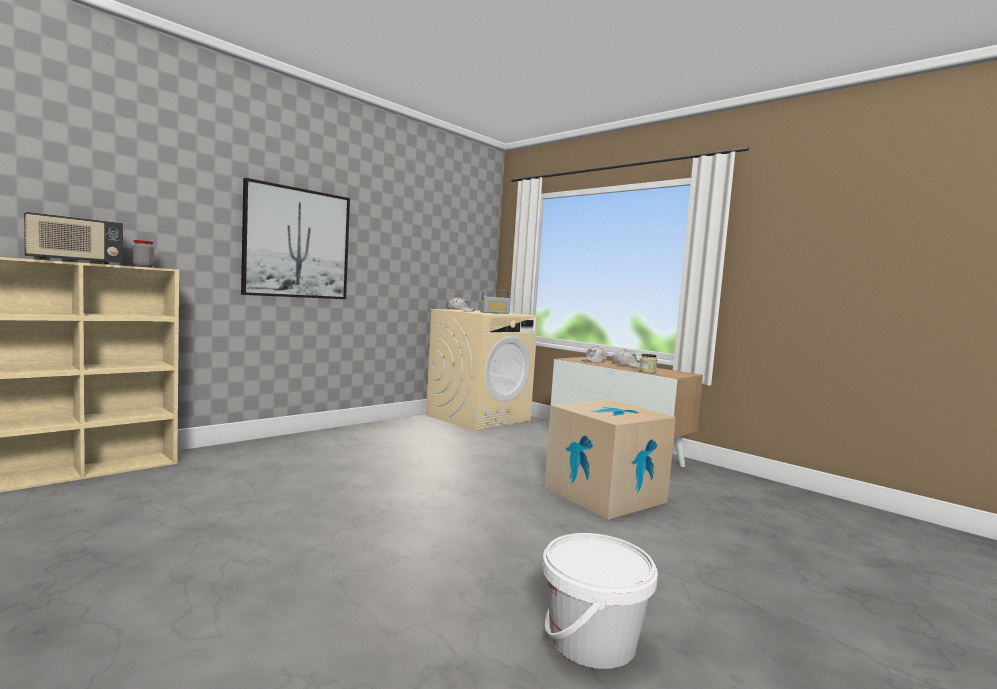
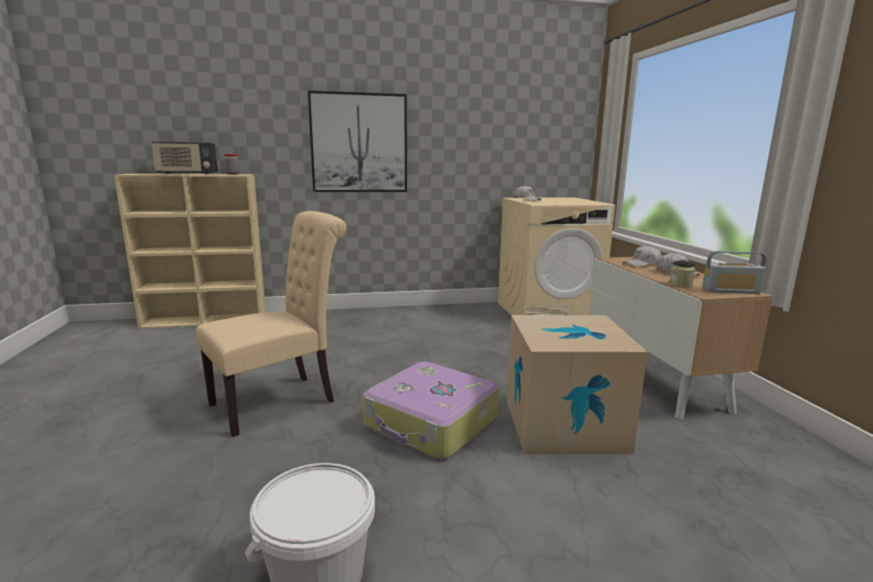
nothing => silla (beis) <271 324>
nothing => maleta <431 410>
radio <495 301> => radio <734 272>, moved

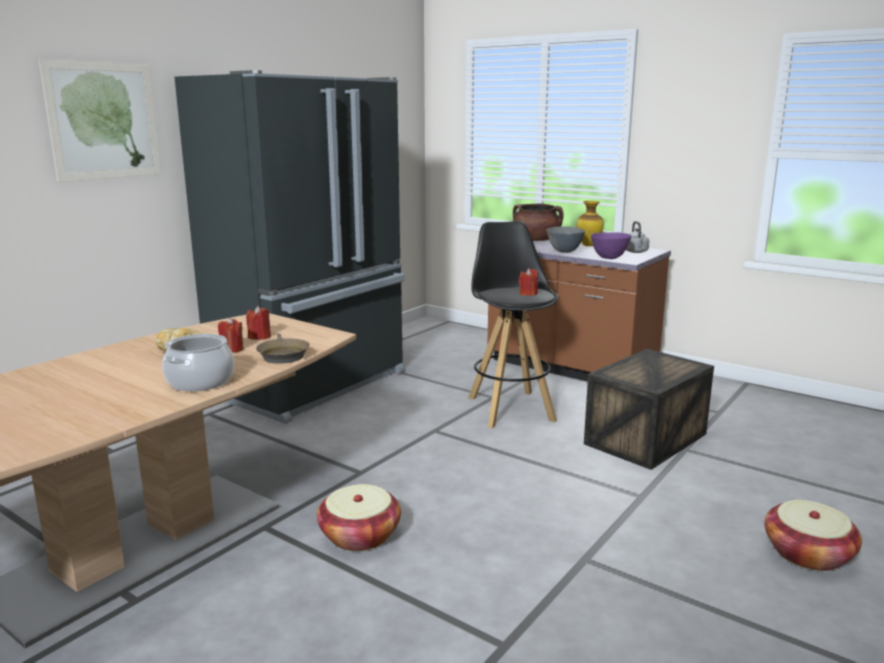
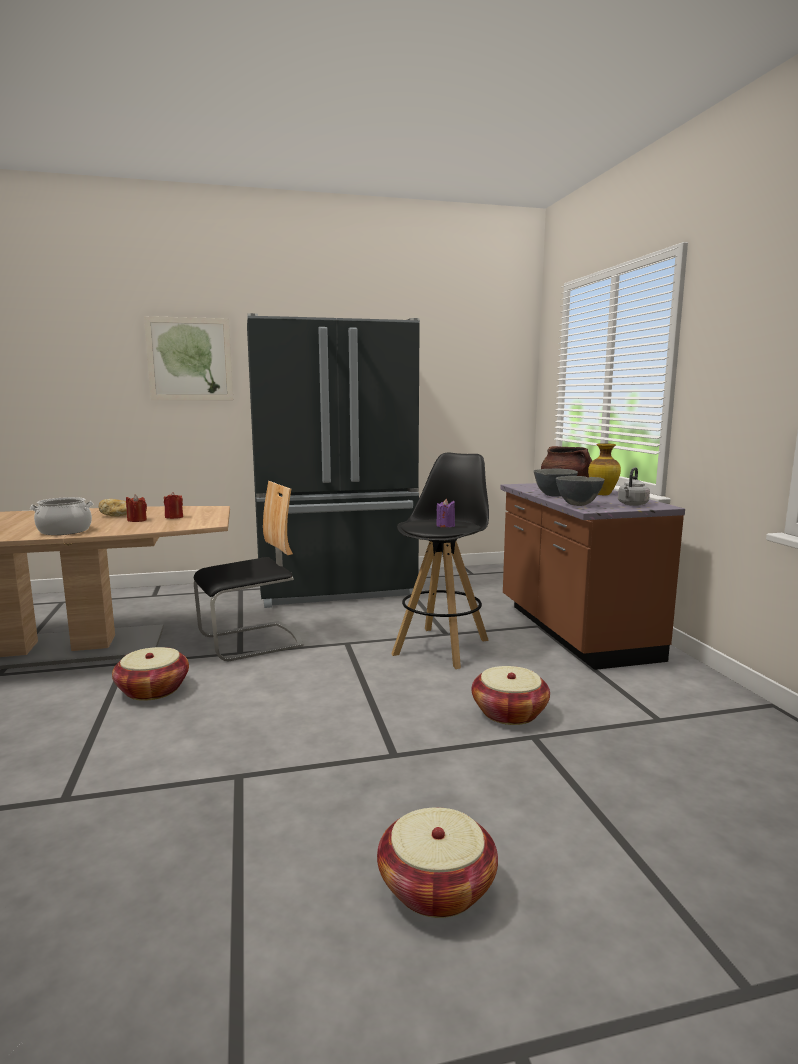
sartén (marrón) <283 348> => nothing
nothing => silla <248 571>
caja de embalaje <649 409> => cesta <511 695>
vela (rojo) <528 282> => vela (morado) <445 513>
cuenco (morado) <611 246> => cuenco (gris) <580 491>

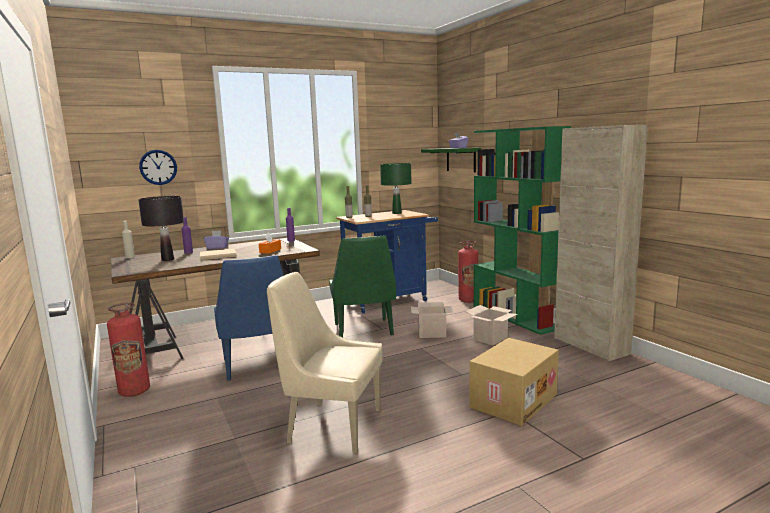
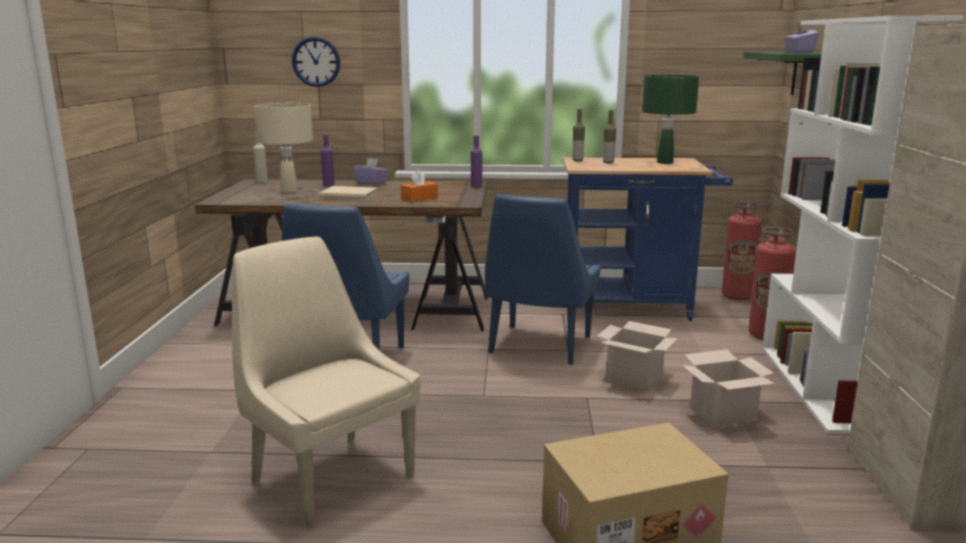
extintor <128 349> => extintor <741 251>, moved
lámpara de mesa (negro) <161 228> => lámpara de mesa (beis) <283 148>
silla (verde) <362 286> => silla (azul) <543 279>
estantería (verde) <522 230> => estantería (blanco) <862 225>

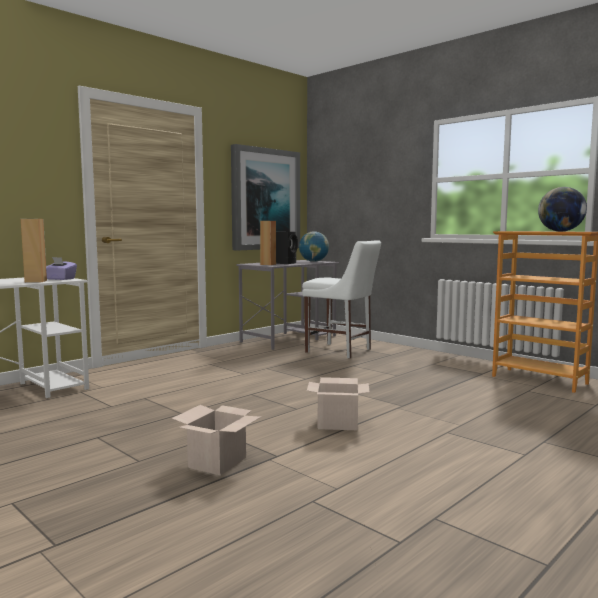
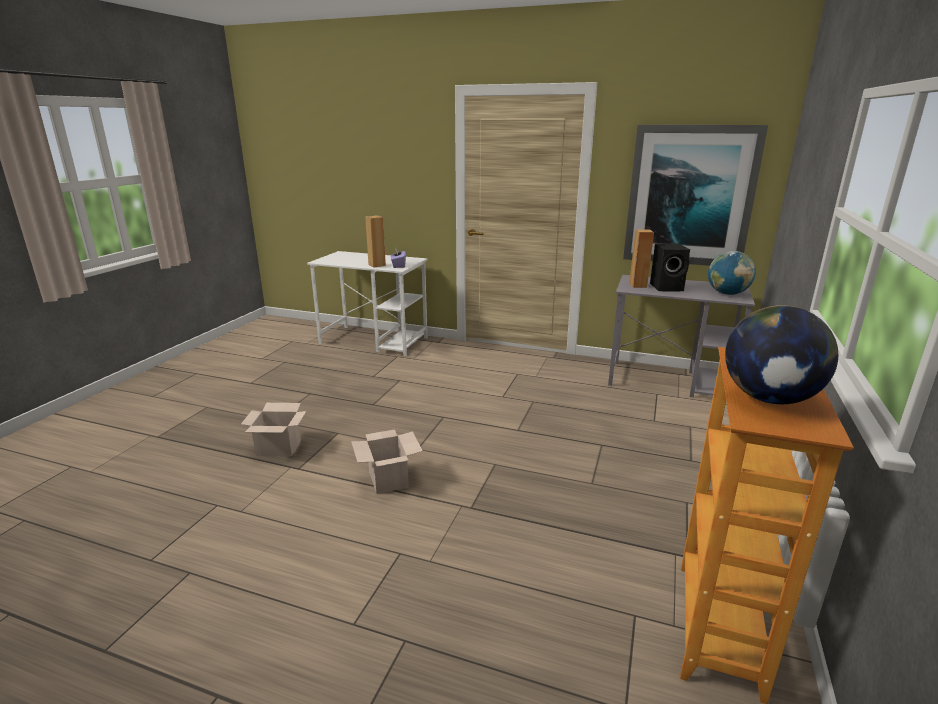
silla (blanco) <341 299> => nothing

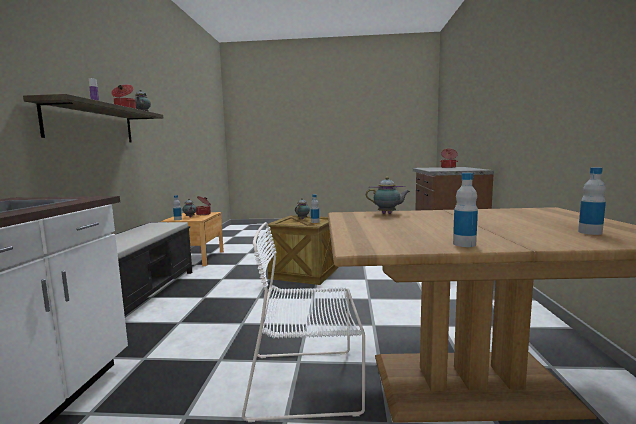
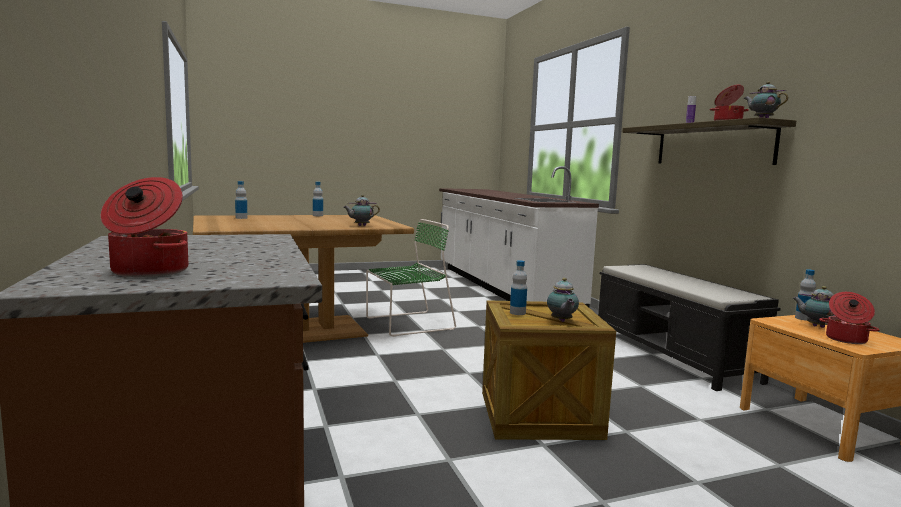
silla (blanco) <303 322> => silla (verde) <411 278>

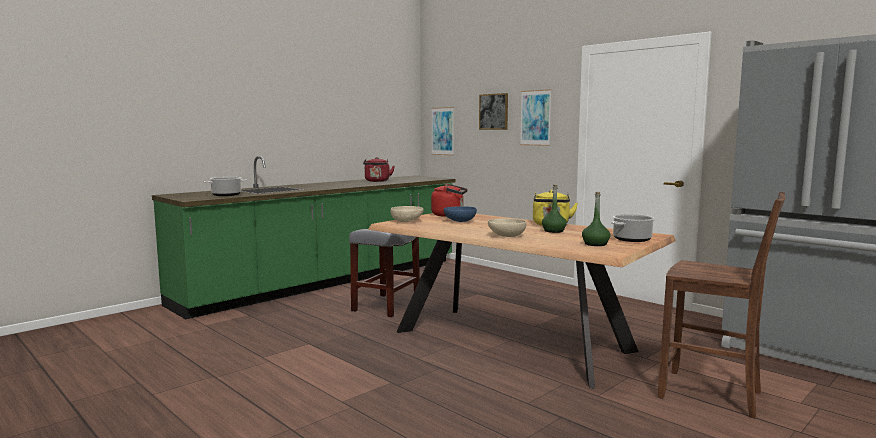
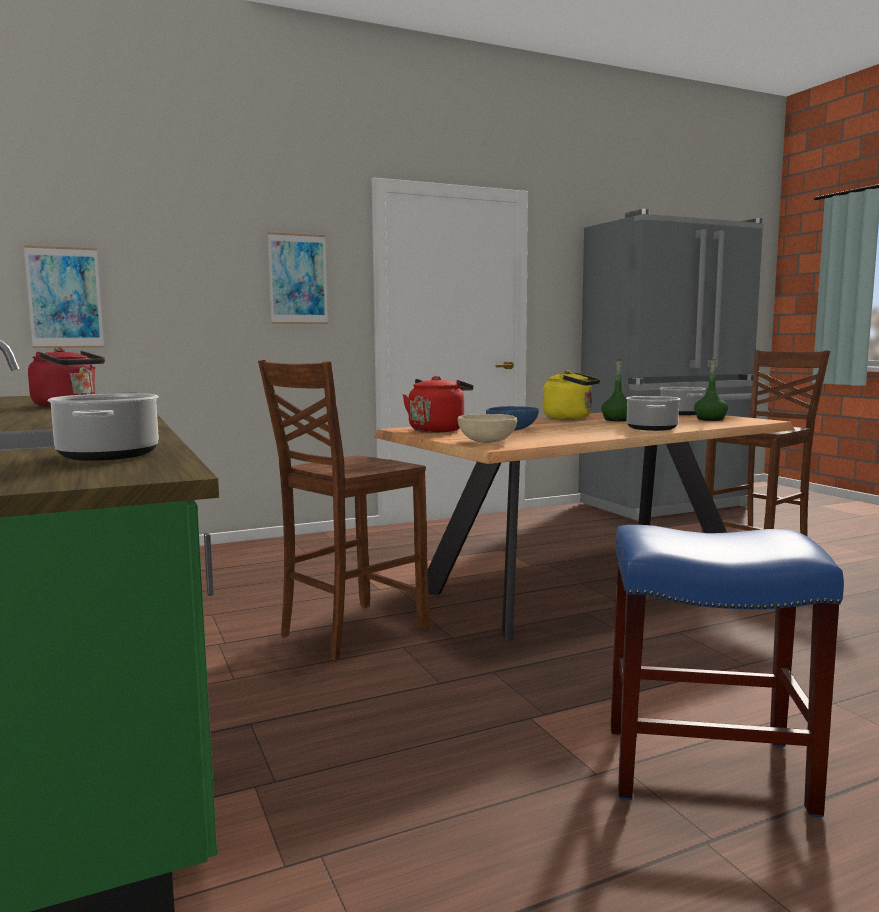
cuadro <493 111> => nothing
nothing => taburete (azul) <727 671>
taburete (gris) <384 273> => silla (marrón) <343 510>
cuenco (beis) <507 227> => olla <653 413>

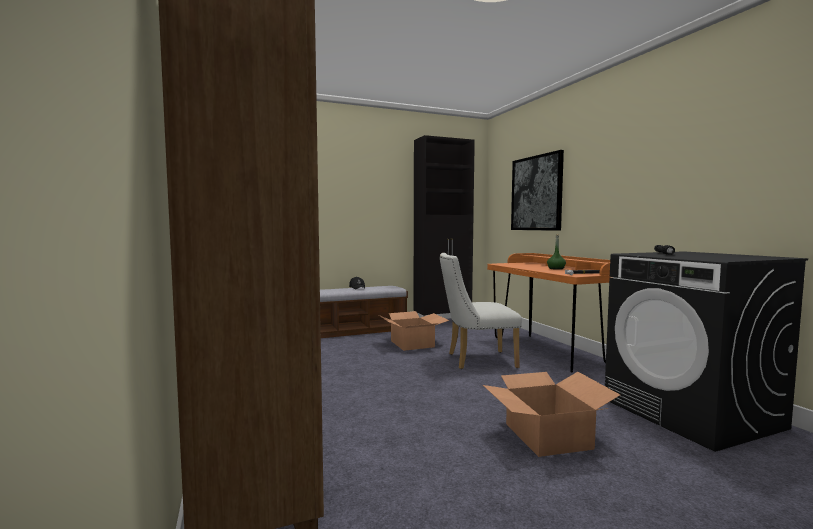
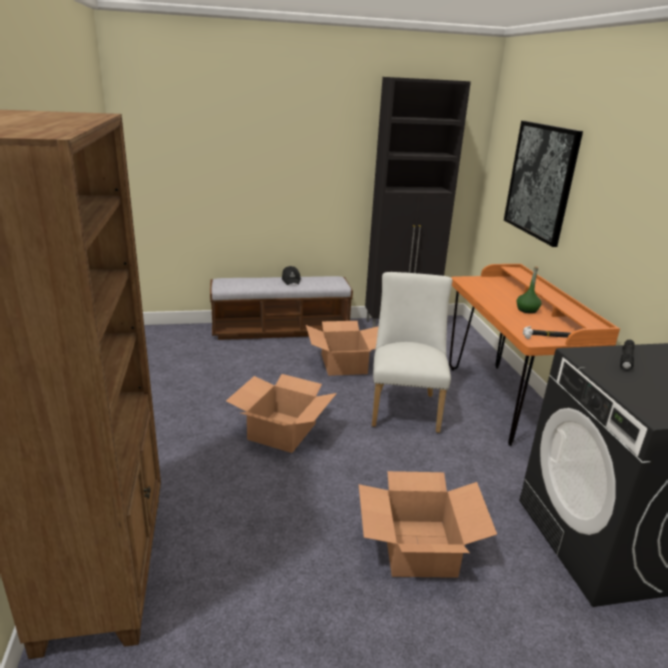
nothing => caja de cartón <281 413>
silla (blanco) <481 311> => silla (blanco) <412 352>, 90 degrees clockwise

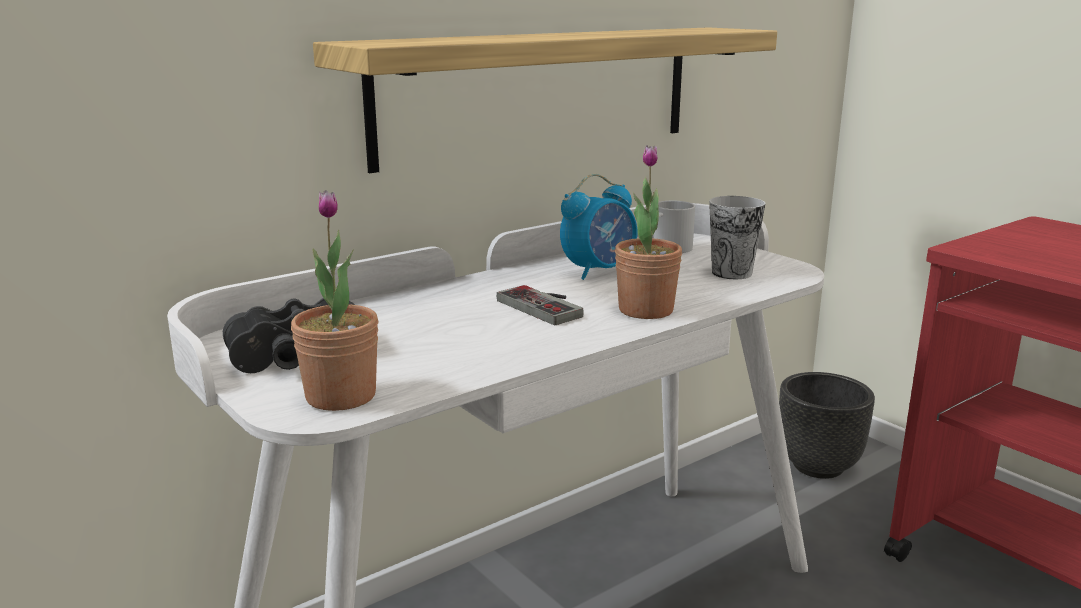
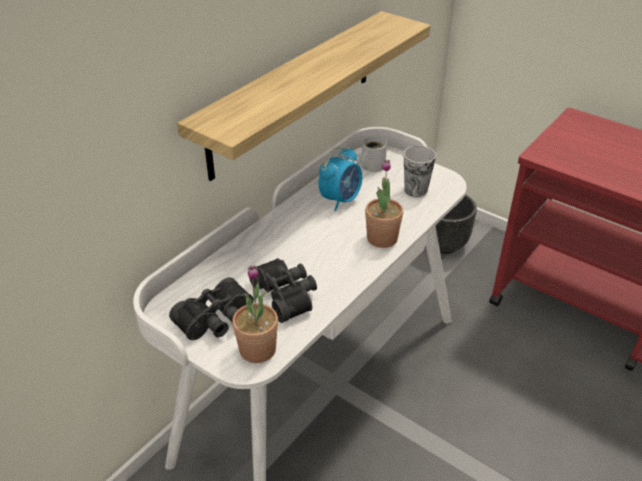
mando de consola <540 305> => nothing
nothing => prismáticos (negro) <283 290>

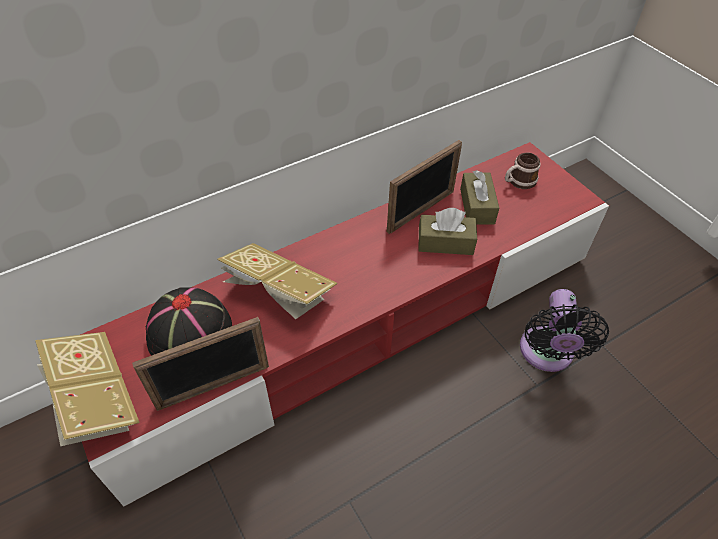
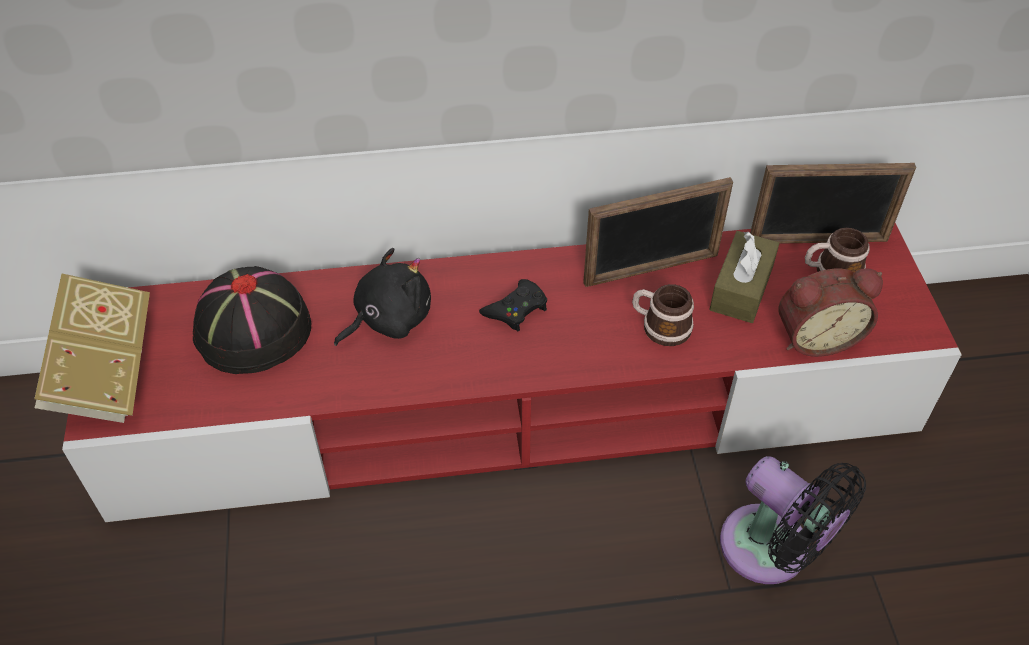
nothing => mando de consola (negro) <513 305>
nothing => despertador <831 312>
portarretratos <200 364> => portarretratos <833 203>, moved
libro <277 281> => peluche (negro) <382 297>
caja de pañuelos (marrón) <447 231> => taza grande <663 315>
ventilador (negro) <564 330> => ventilador (negro) <793 520>, 75 degrees counterclockwise

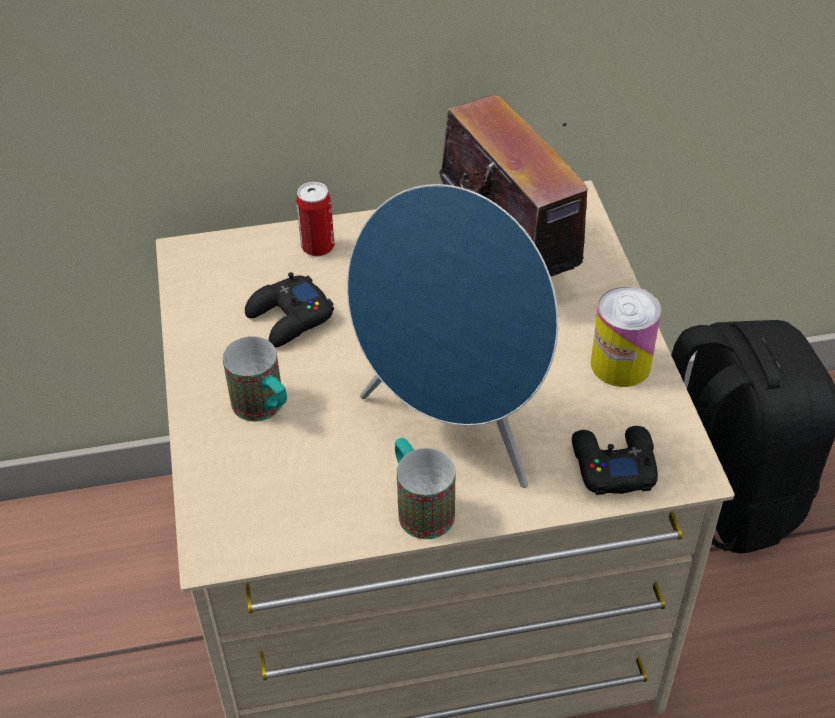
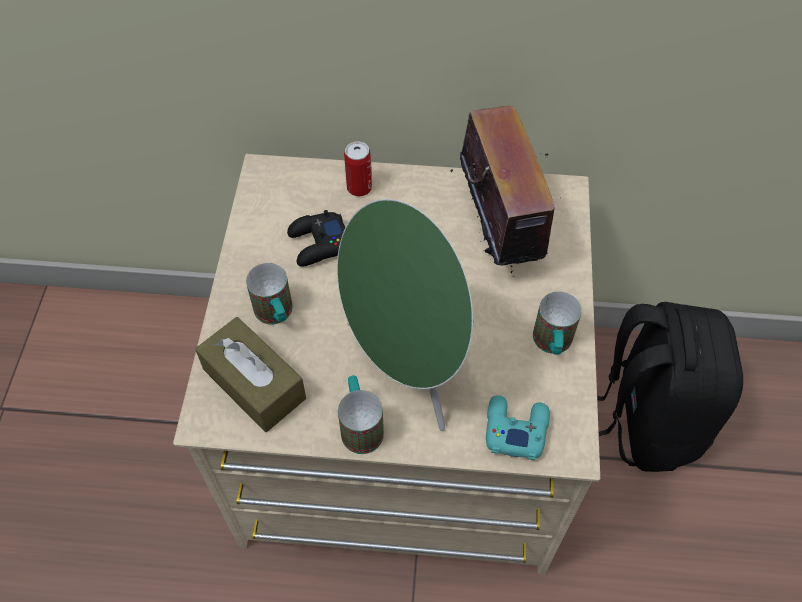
nothing => caja de pañuelos (marrón) <250 374>
lata <626 336> => taza grande <557 323>
altavoz (azul) <452 336> => altavoz (verde) <405 315>
mando de consola (negro) <615 460> => mando de consola (turquesa) <518 427>

